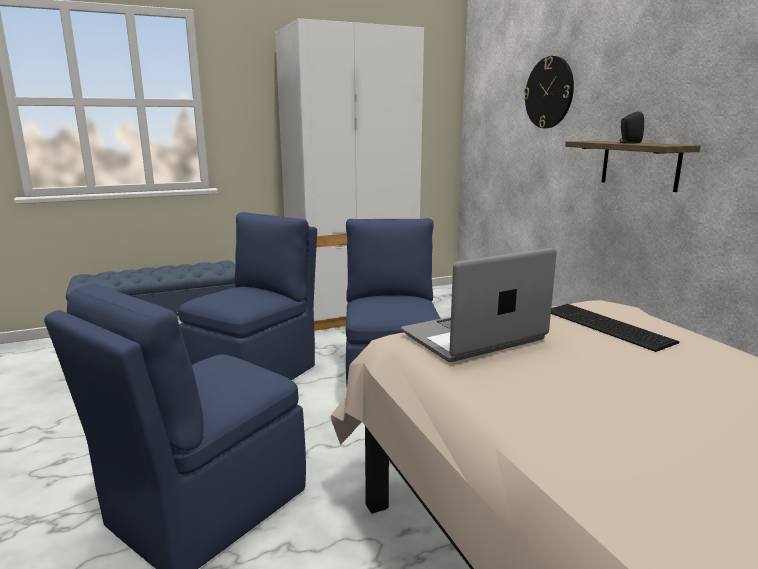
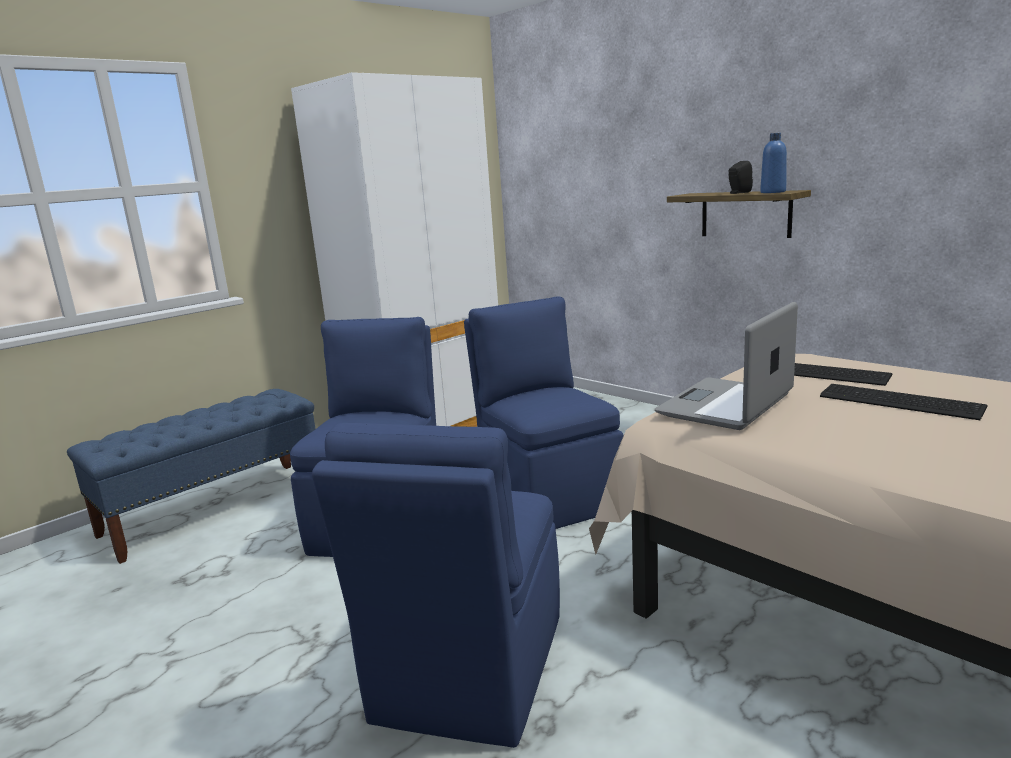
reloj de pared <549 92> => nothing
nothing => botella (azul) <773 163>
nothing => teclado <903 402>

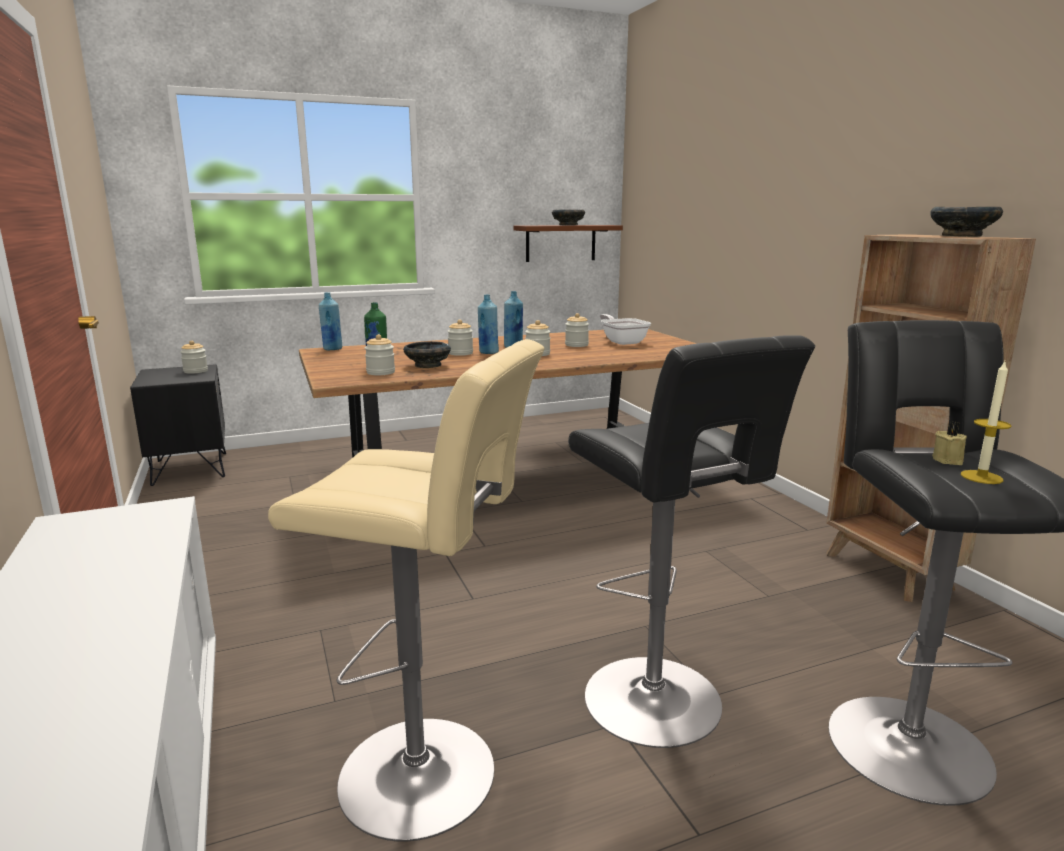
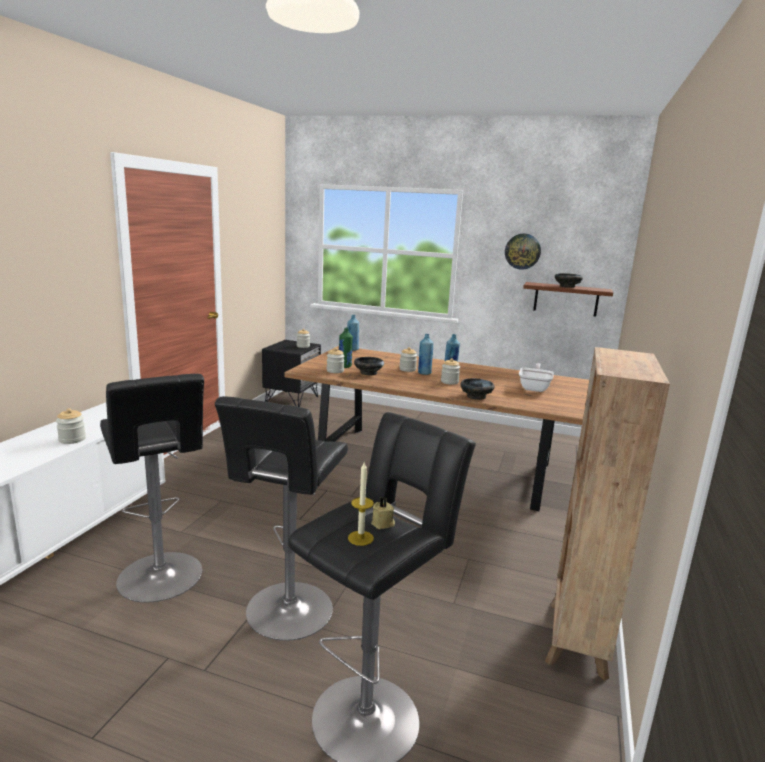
nothing => reloj de pared <523 251>
tarro <577 330> => tarro <71 426>, moved
cuenco (negro) <967 222> => cuenco (negro) <478 389>, moved
taburete (beis) <406 590> => taburete (negro) <152 488>

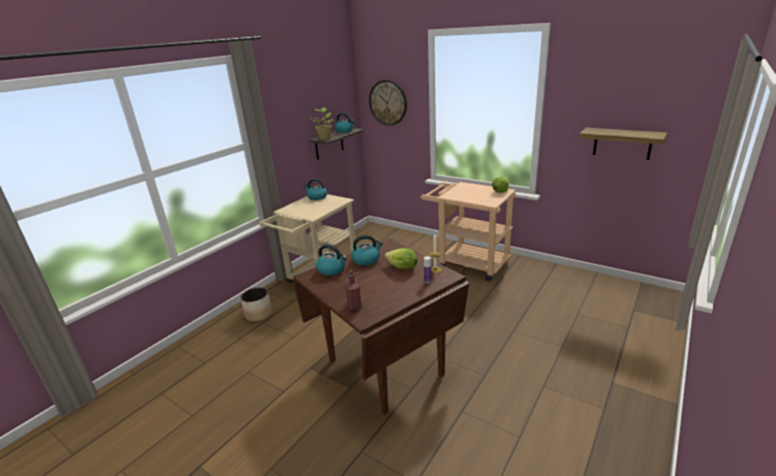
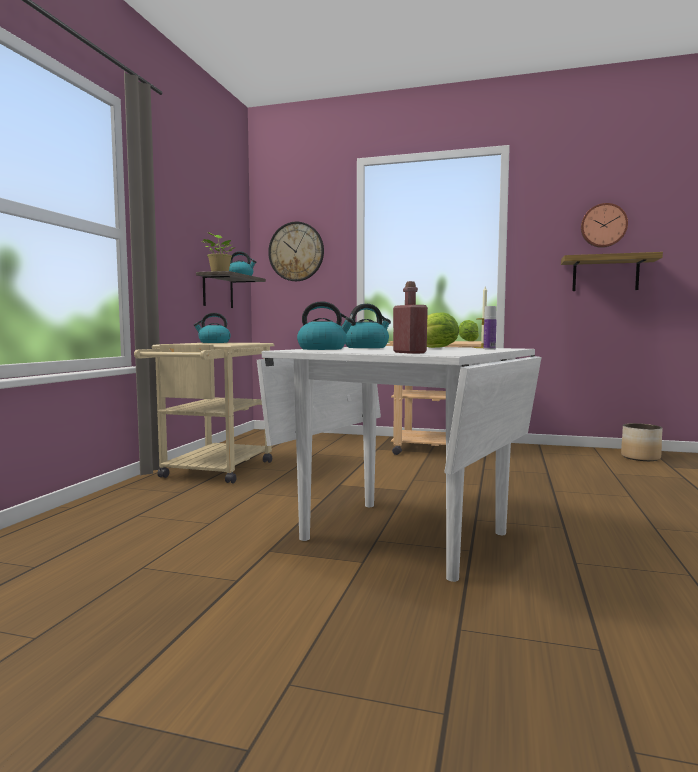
nothing => reloj de pared <604 225>
maceta <256 304> => maceta <642 442>, moved
mesa de comedor (marrón) <380 326> => mesa de comedor (blanco) <399 464>

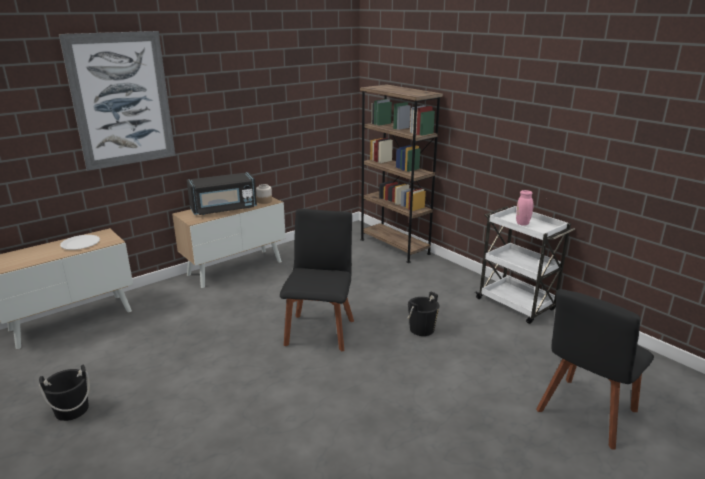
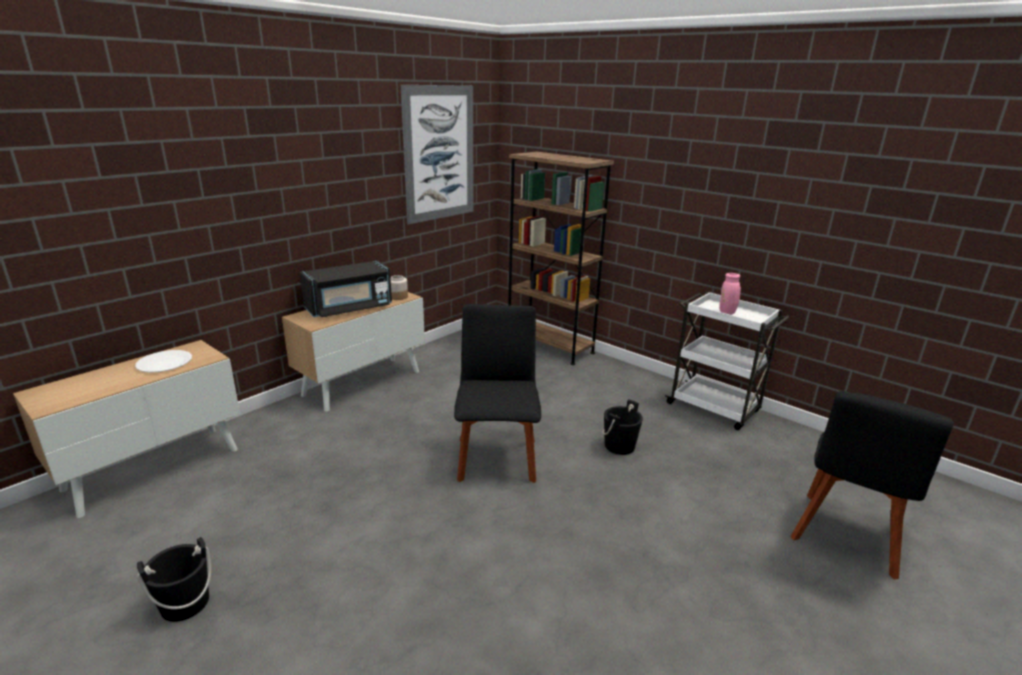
cuadro <117 101> => cuadro <437 154>, moved

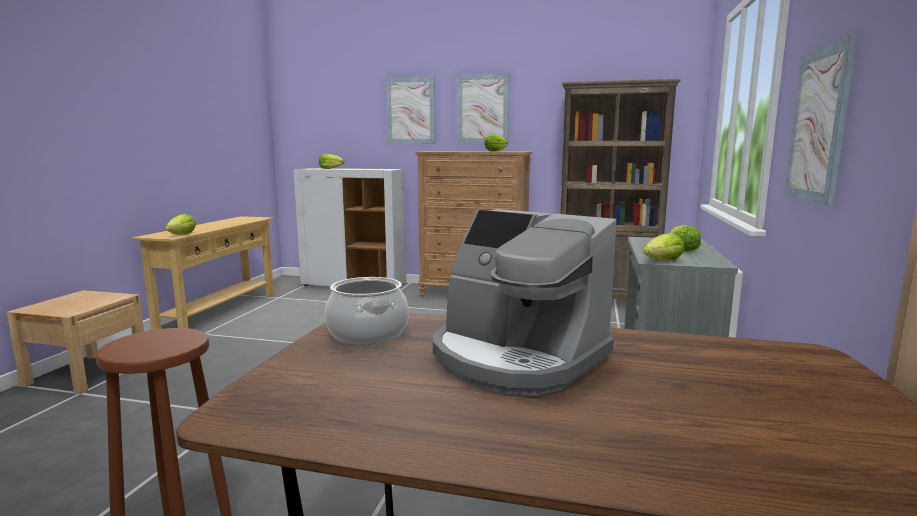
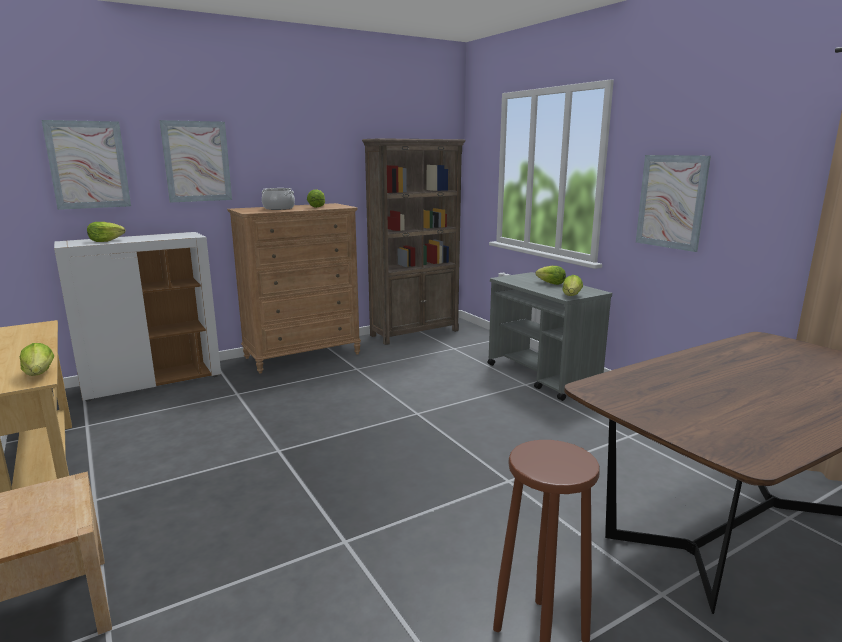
cafetera <524 302> => nothing
olla <367 310> => olla <278 199>, moved
cuadro <483 108> => cuadro <86 165>, moved

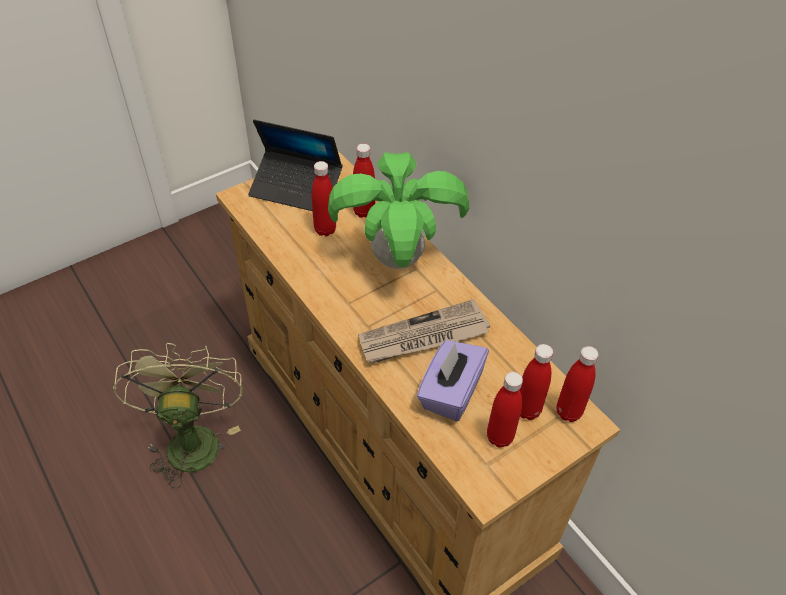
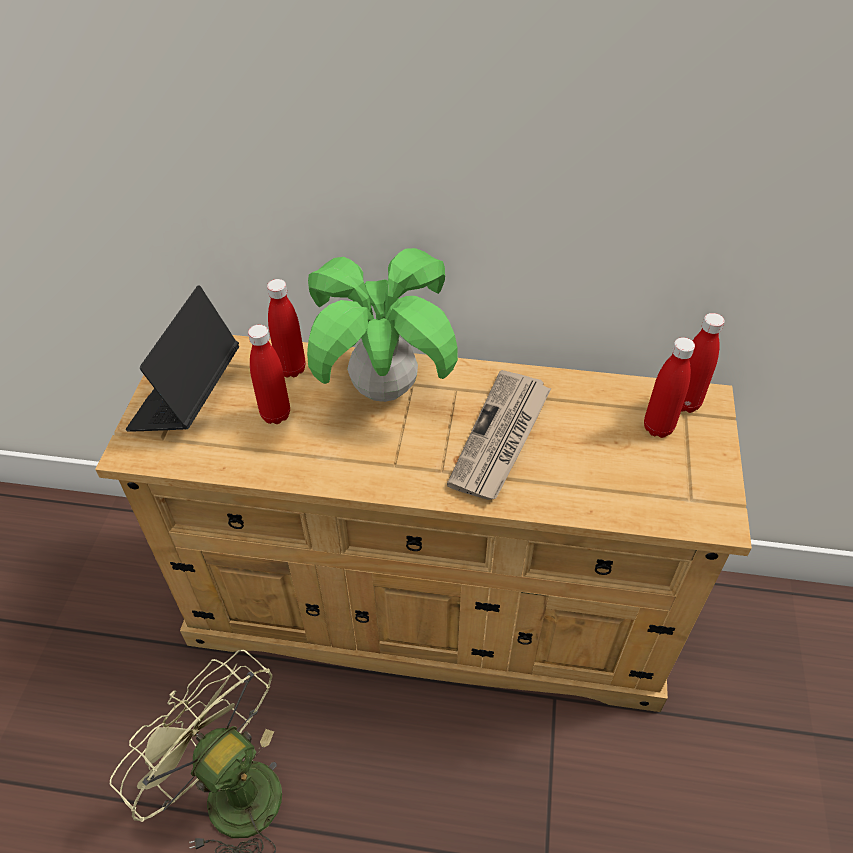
caja de pañuelos (morado) <453 380> => nothing
botella (rojo) <505 410> => nothing
portátil <295 165> => portátil <182 359>, 135 degrees clockwise

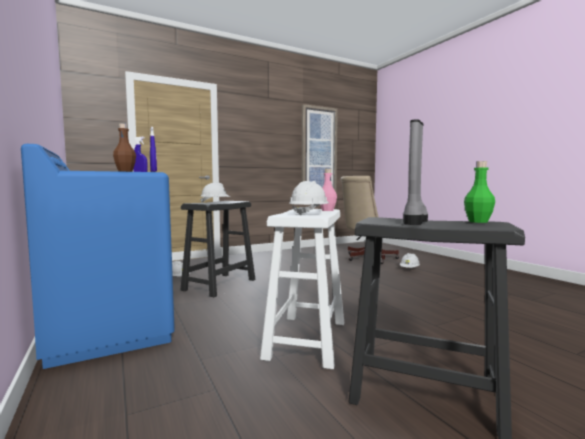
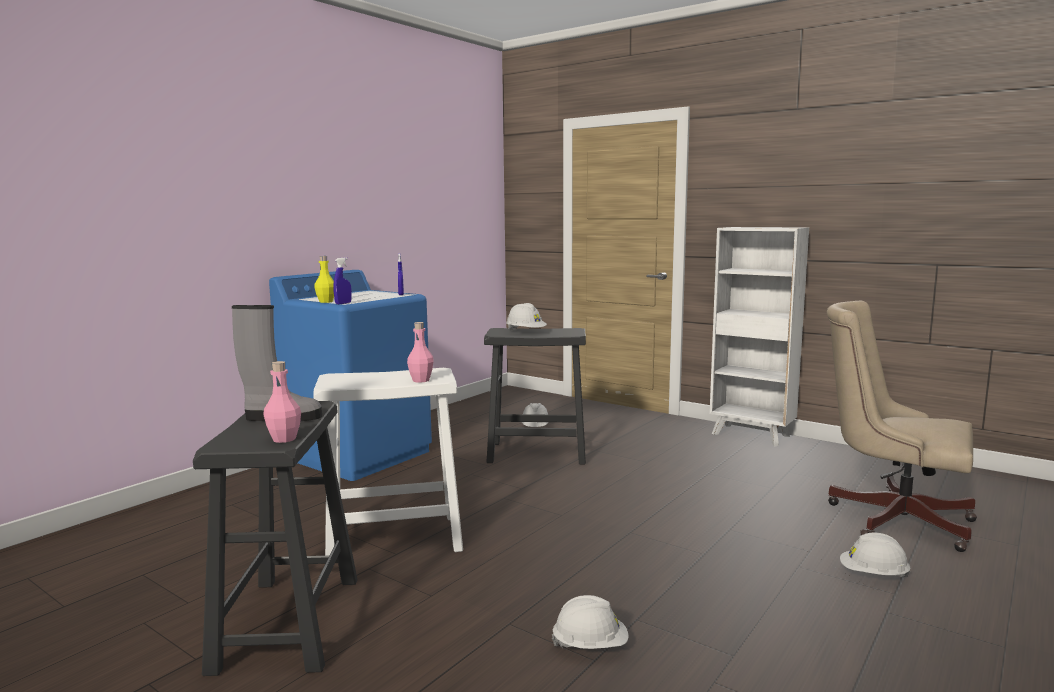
cuadro <320 148> => nothing
nothing => estantería (blanco) <759 336>
casco (blanco) <309 198> => casco (blanco) <590 622>, moved
botella (marrón) <124 147> => botella (amarillo) <324 279>
botella (verde) <479 192> => botella (rosa) <282 402>

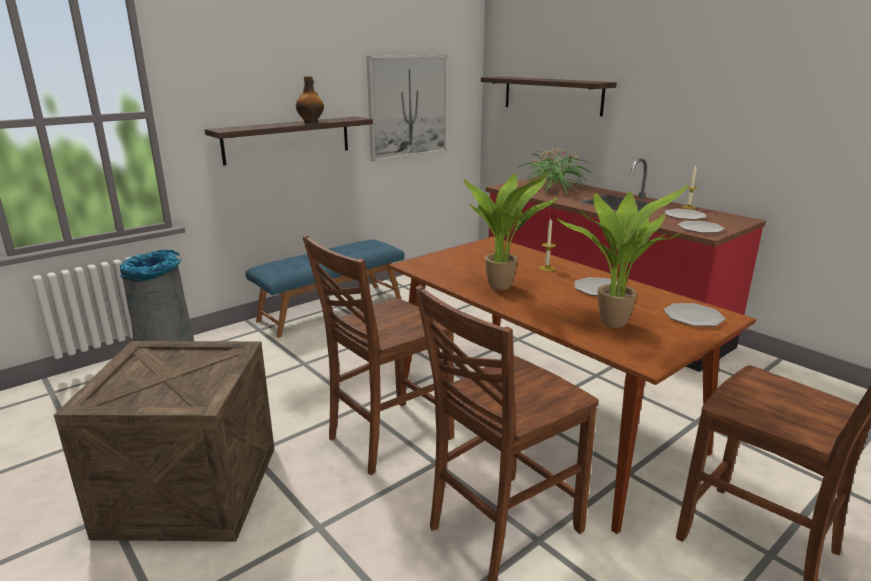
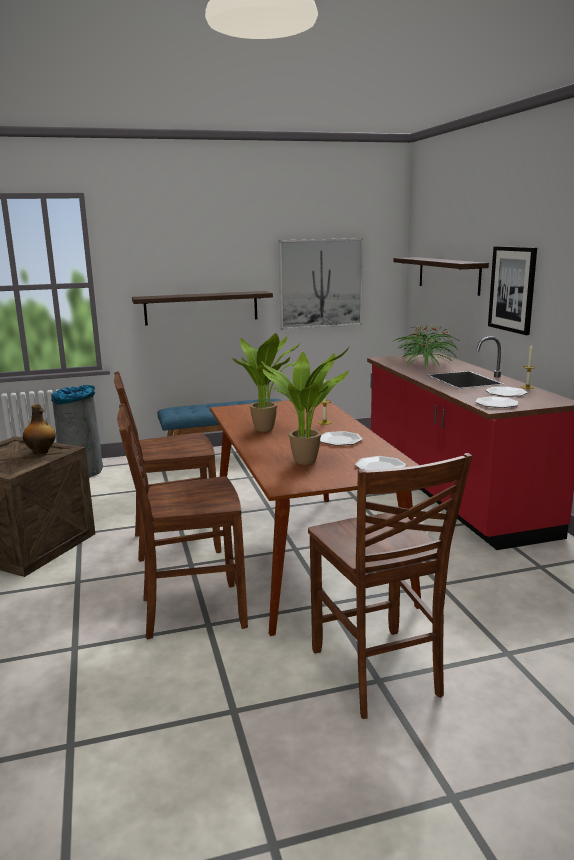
nothing => cuadro <512 290>
botella <310 99> => botella <39 429>, moved

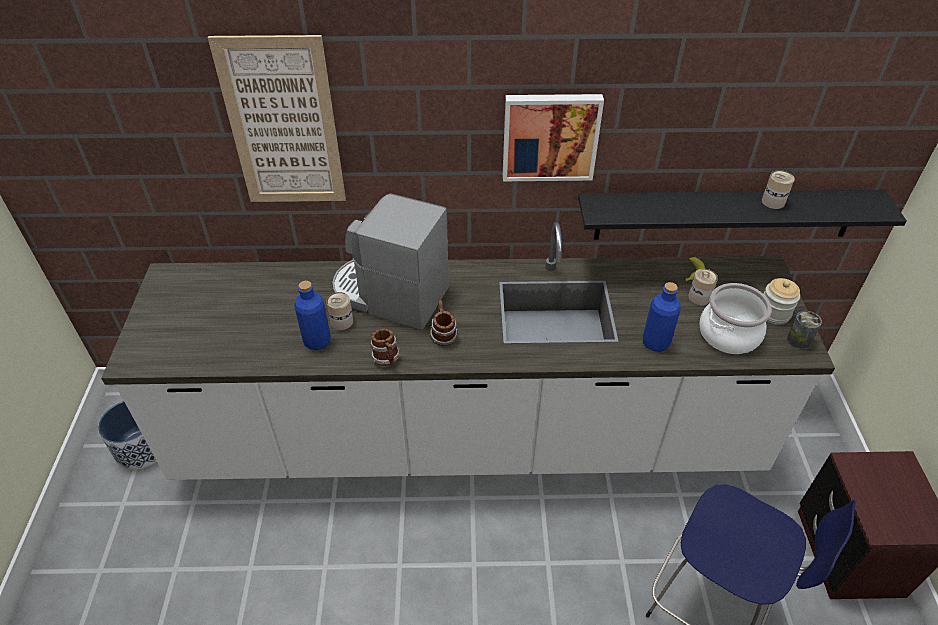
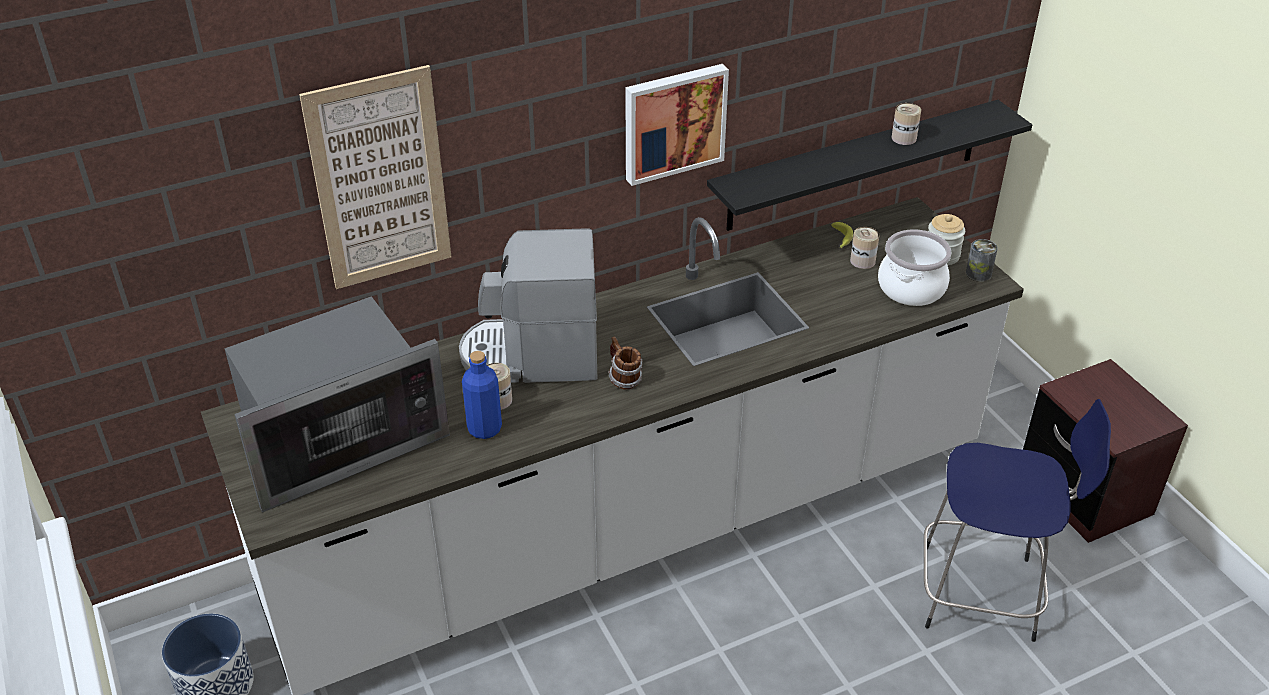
taza grande <385 347> => nothing
botella (azul) <662 317> => nothing
nothing => microondas <337 404>

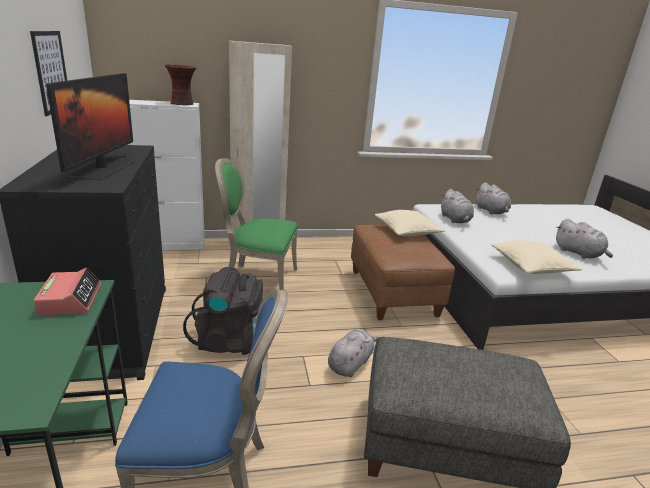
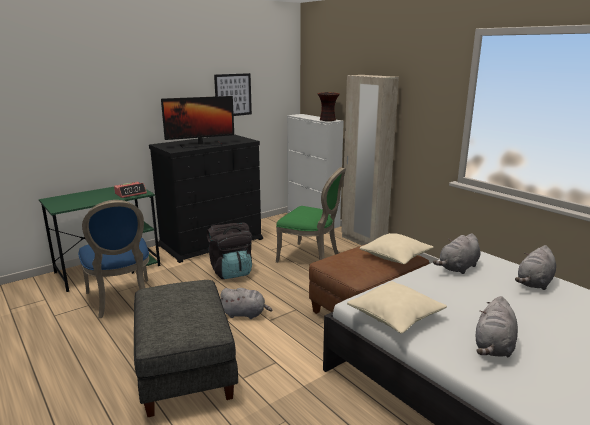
silla (verde) <256 224> => silla (verde) <311 215>, 135 degrees clockwise

